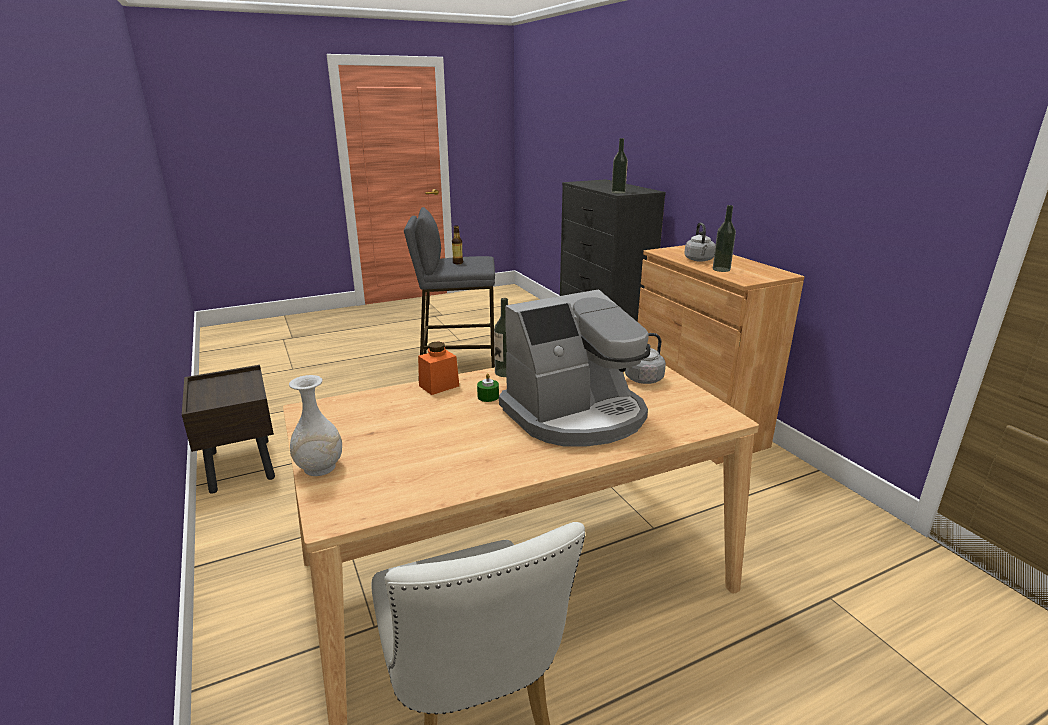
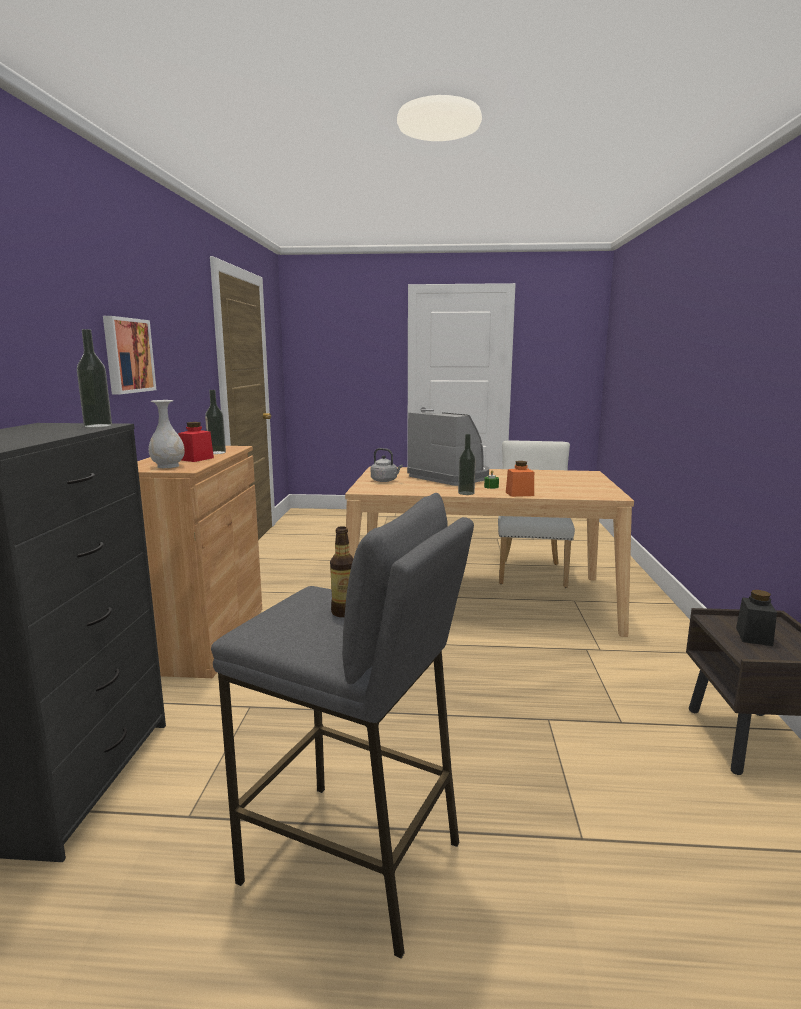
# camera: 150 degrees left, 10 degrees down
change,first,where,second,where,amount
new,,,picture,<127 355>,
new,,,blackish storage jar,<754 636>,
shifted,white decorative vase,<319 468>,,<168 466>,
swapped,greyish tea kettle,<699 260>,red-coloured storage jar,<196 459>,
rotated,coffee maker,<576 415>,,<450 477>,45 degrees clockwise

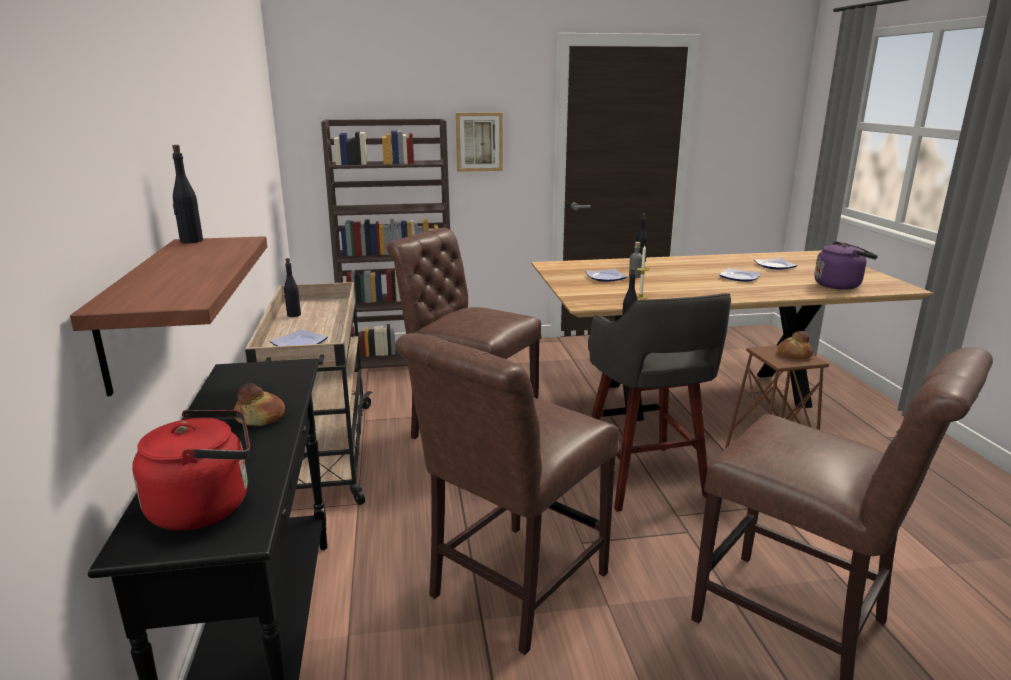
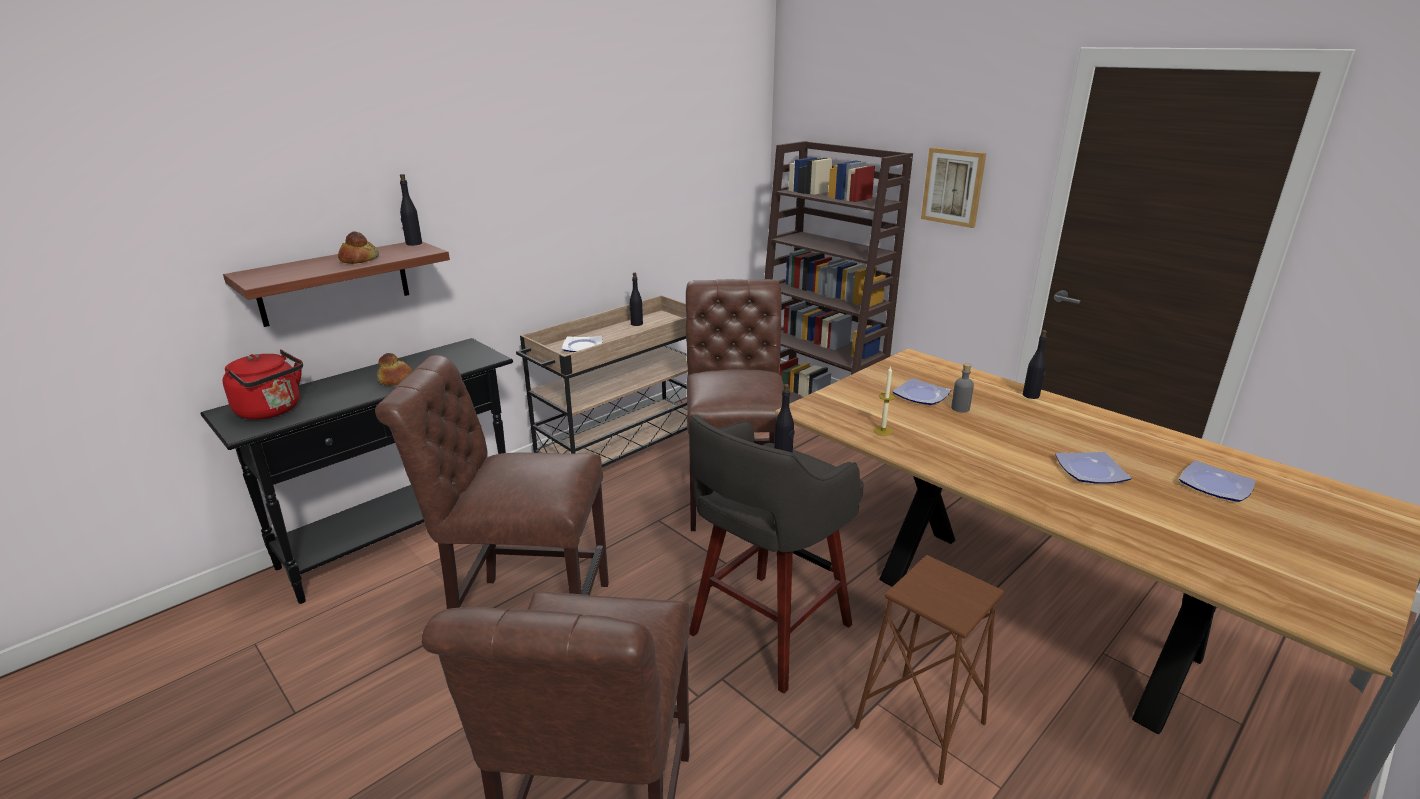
# camera: 55 degrees right, 5 degrees up
change,first,where,second,where,amount
gone,purplish tea kettle,<839 285>,,,
shifted,bread,<793 354>,,<358 259>,

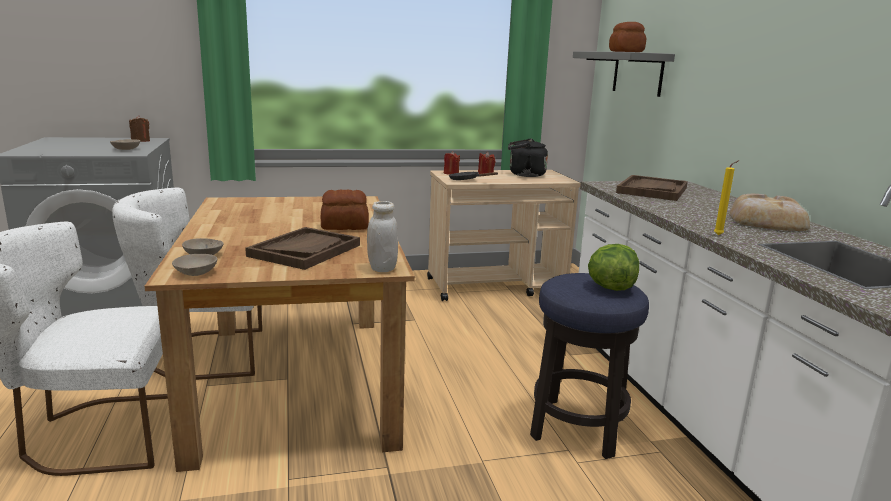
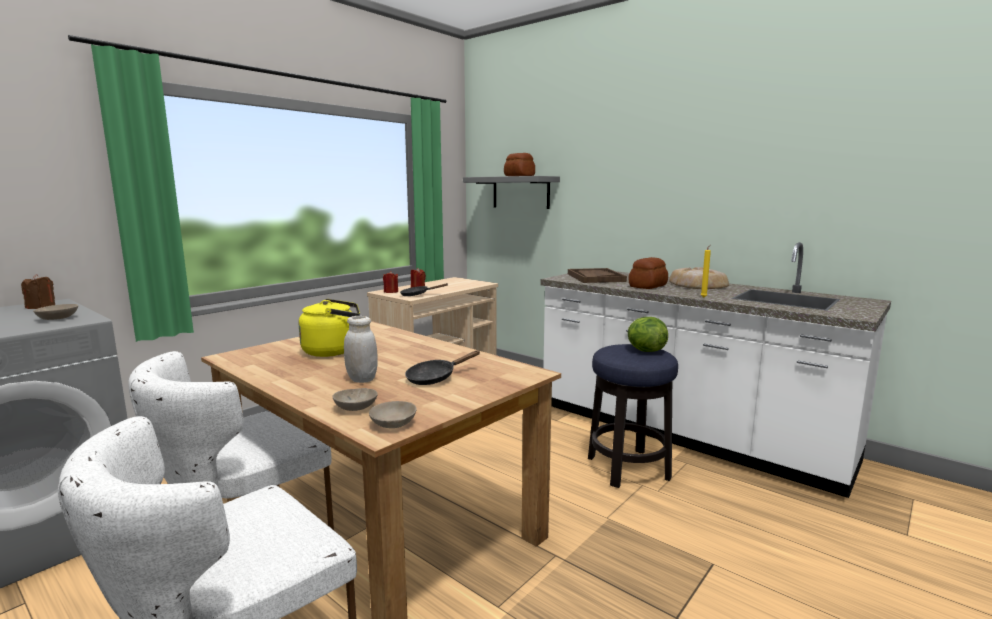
# camera: 35 degrees left, 5 degrees down
change,first,where,second,where,amount
gone,blackish tea kettle,<524 175>,,,
new,,,yellow tea kettle,<333 351>,
shifted,bread,<344 226>,,<647 286>,
shifted,white storage jar,<382 268>,,<362 379>,
swapped,brown-coloured serving tray,<305 250>,blackish pan,<435 378>,

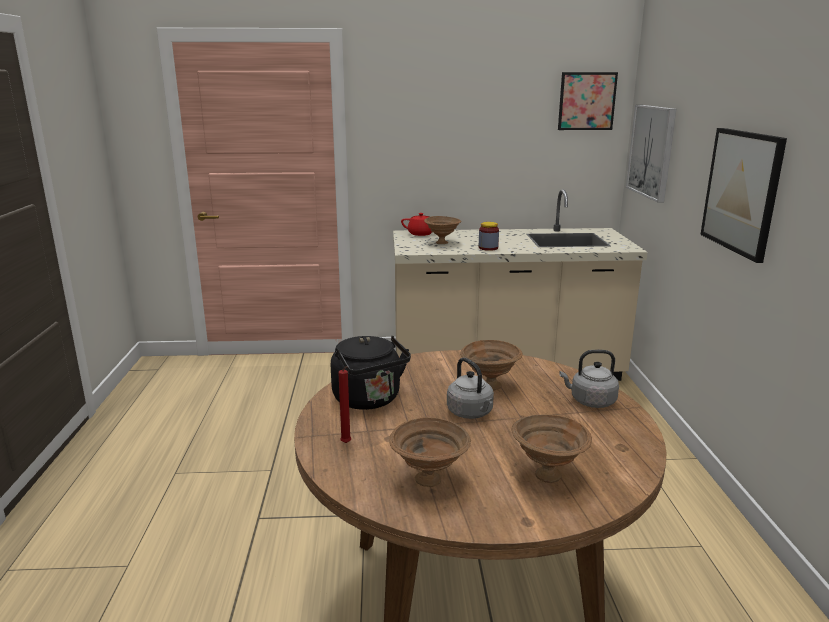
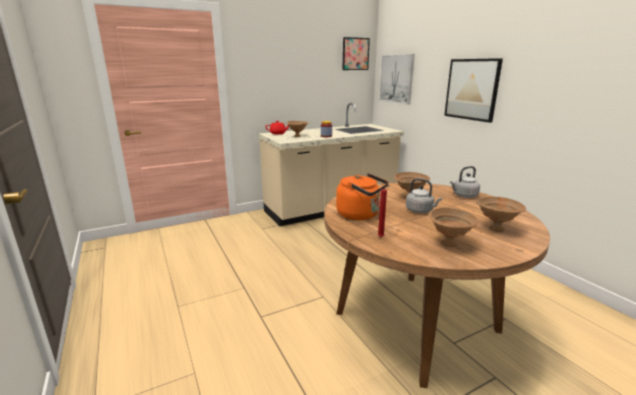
# camera: 25 degrees left, 0 degrees up
change,first,where,second,where,amount
repainted,blackish tea kettle,<369 400>,orange-coloured tea kettle,<360 215>,

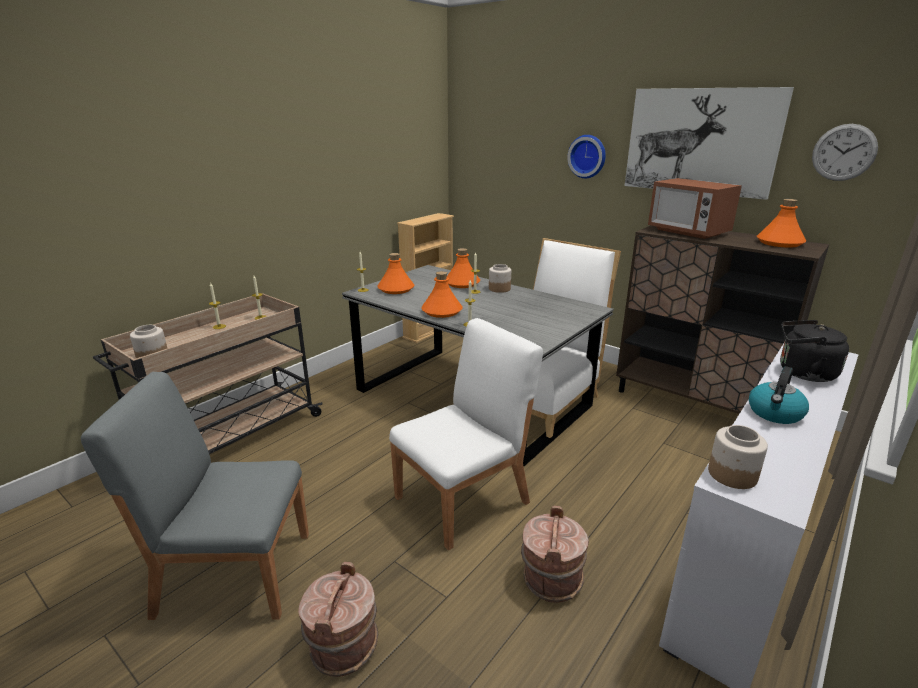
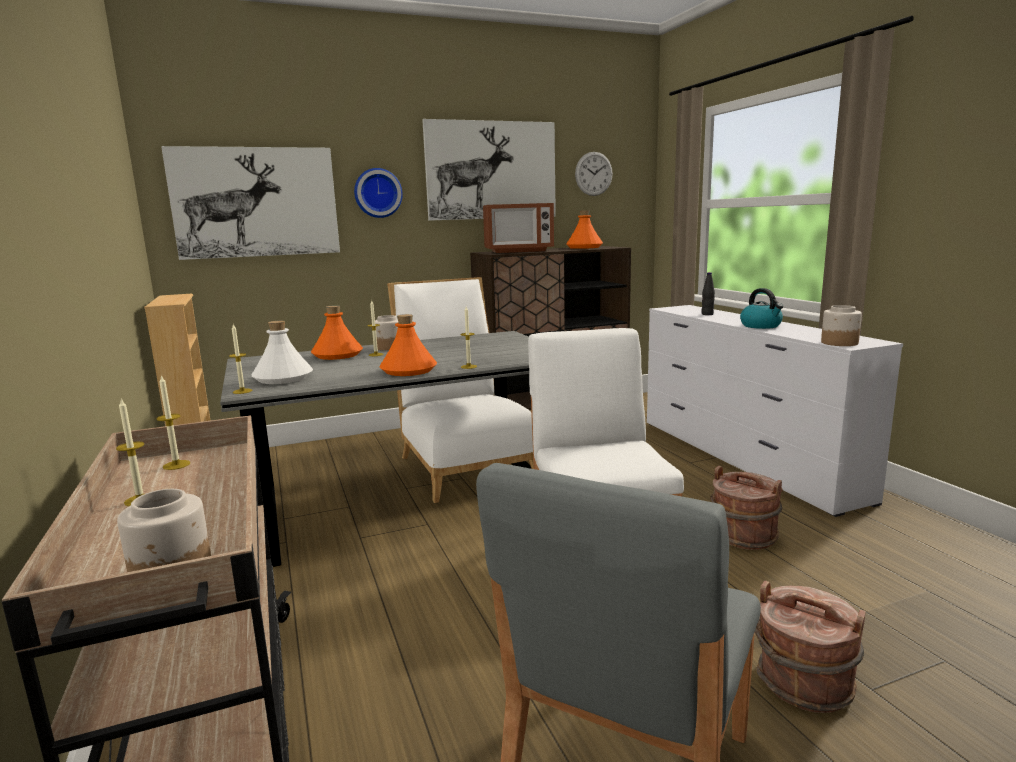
# camera: 60 degrees left, 10 degrees down
change,first,where,second,where,amount
new,,,picture,<256 202>,
swapped,blackish tea kettle,<802 373>,blackish beverage bottle,<707 314>,
repainted,orange-coloured beverage bottle,<395 289>,white beverage bottle,<282 378>,

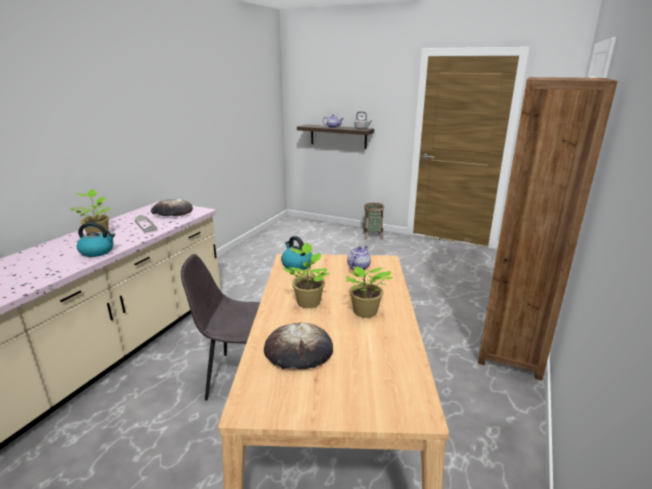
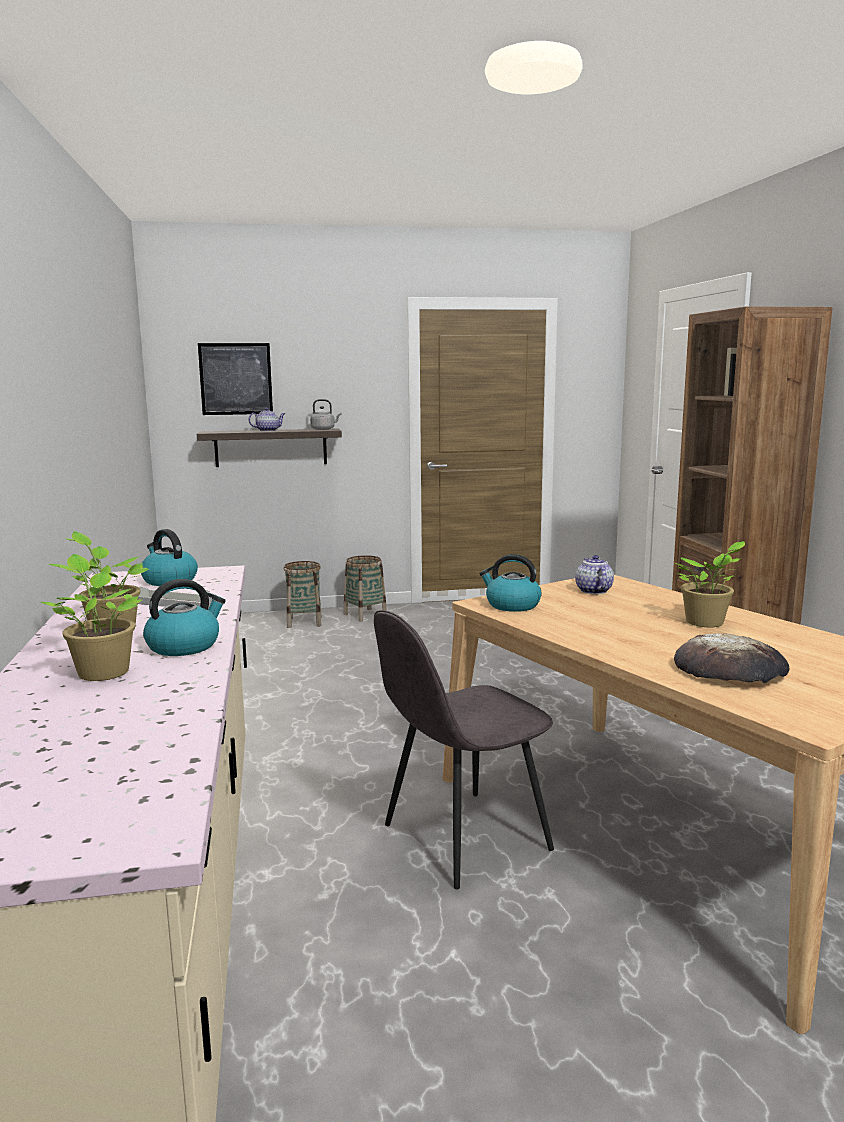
# camera: 35 degrees left, 10 degrees down
change,first,where,second,where,amount
new,,,picture,<236 379>,
new,,,household basket,<304 622>,
shifted,houseplant,<308 301>,,<101 672>,
swapped,bread,<172 212>,tea kettle,<169 580>,

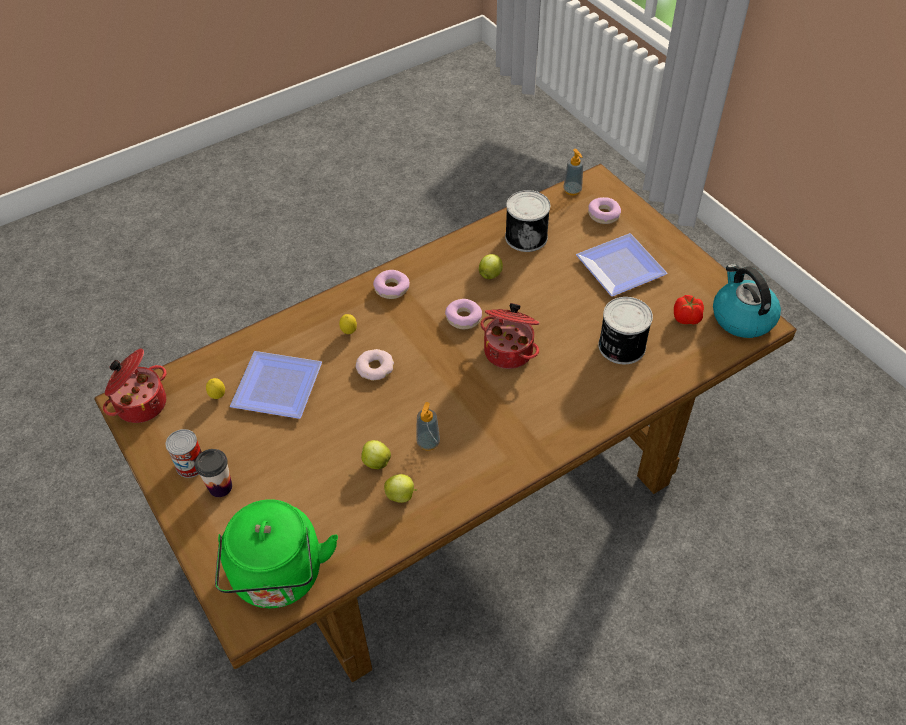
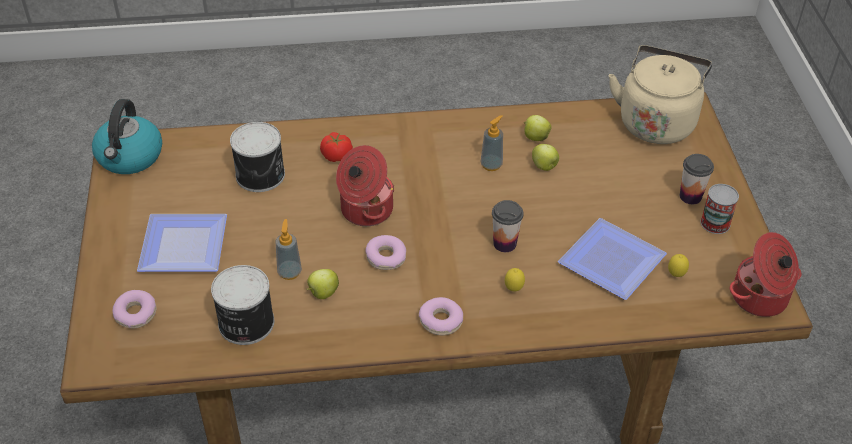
# camera: 155 degrees left, 5 degrees down
change,first,where,second,where,amount
shifted,soap bottle,<572 190>,,<289 272>,
shifted,fresh tomato,<687 318>,,<337 156>,
swapped,doughnut,<375 367>,small cup,<504 243>,
repainted,green-coloured tea kettle,<279 578>,beige tea kettle,<656 121>,

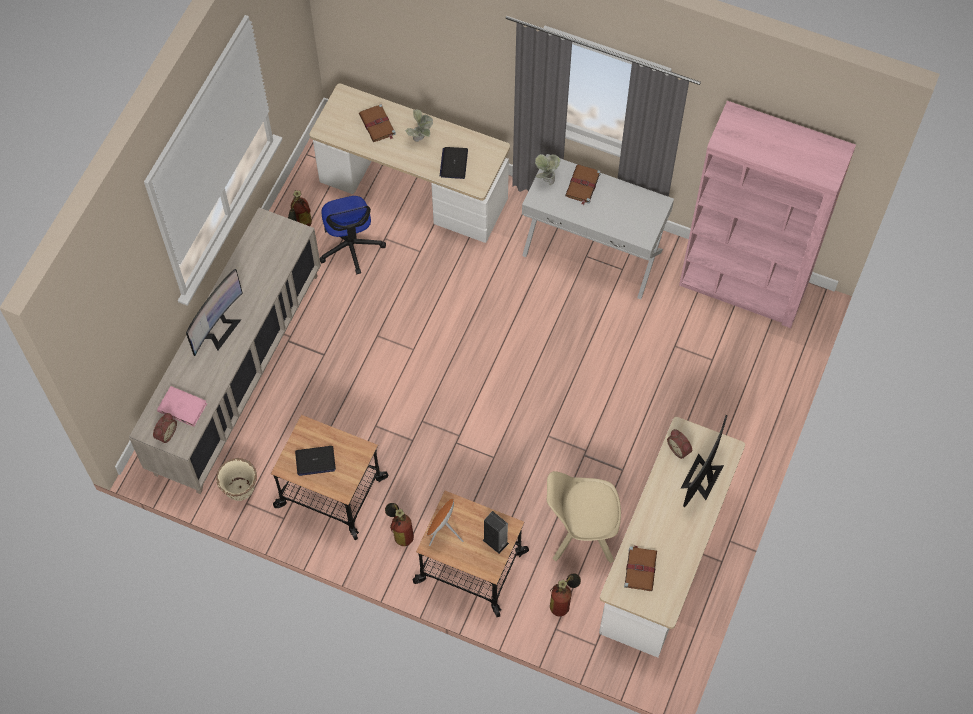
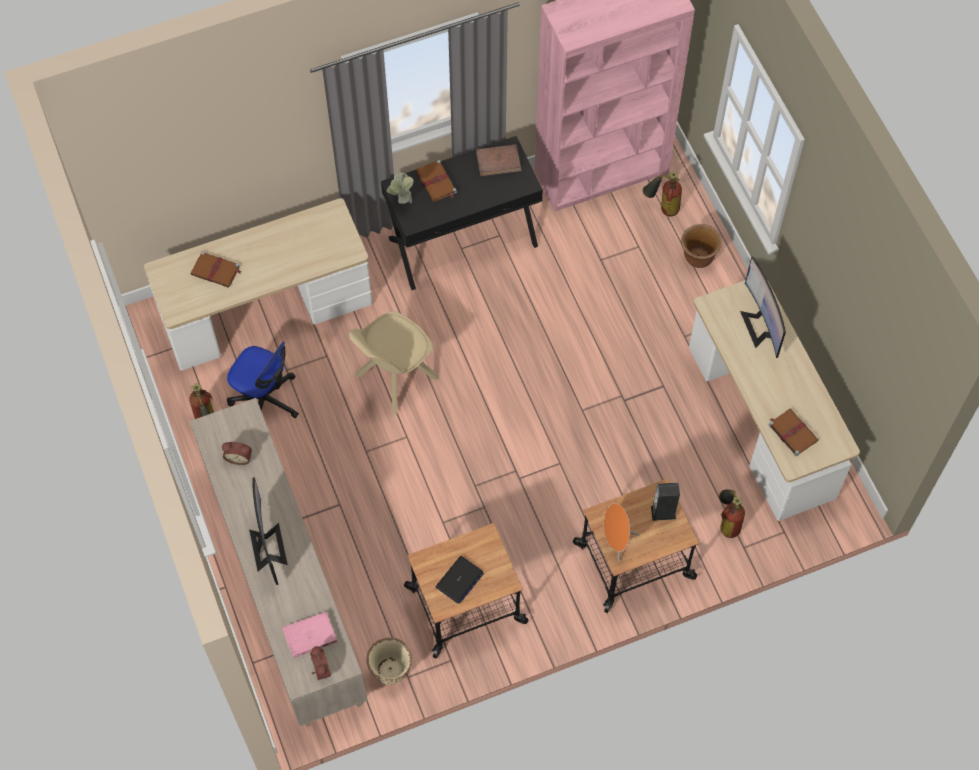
# camera: 45 degrees left, 0 degrees up
change,first,where,second,where,amount
gone,houseplant,<421 139>,,,
gone,portable computer,<454 163>,,,
new,,,brown-coloured volume,<498 161>,
new,,,brown-coloured planter,<698 258>,
shifted,fire-fighting cylinder,<400 531>,,<662 208>,
shifted,beige chair,<580 533>,,<394 377>,
shifted,table clock,<679 449>,,<239 457>,
repainted,white narrow table,<593 252>,blackish narrow table,<463 241>,

